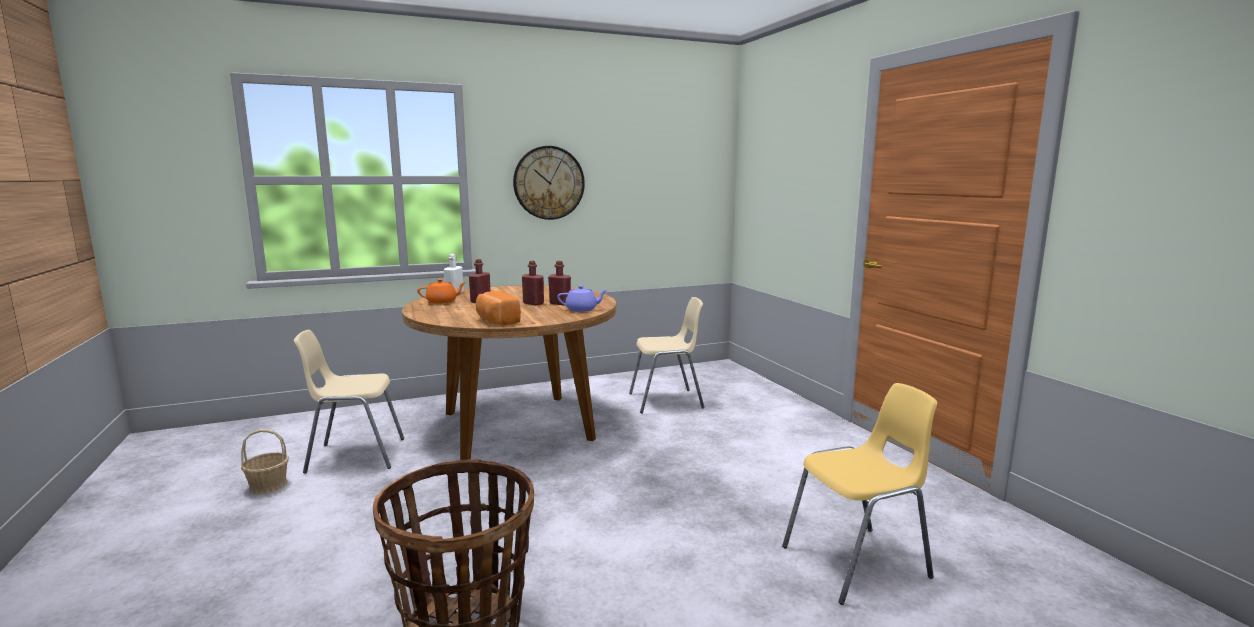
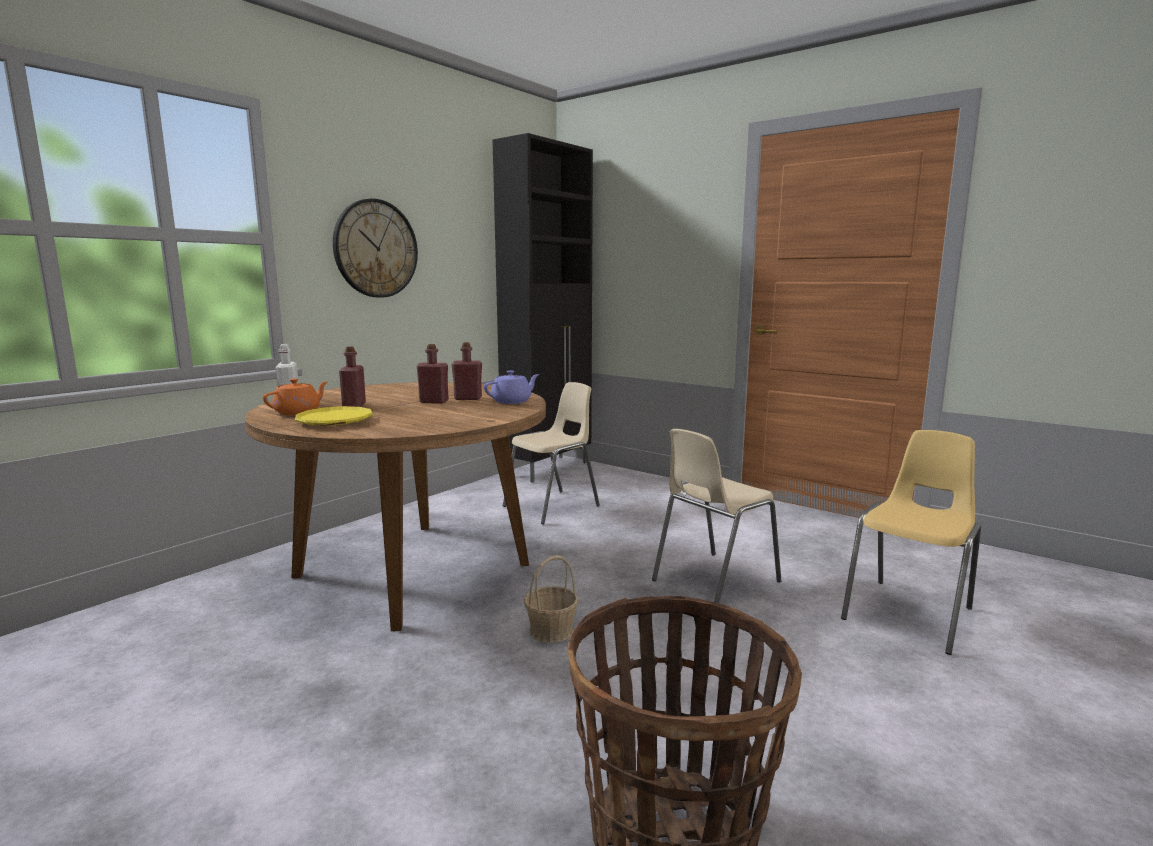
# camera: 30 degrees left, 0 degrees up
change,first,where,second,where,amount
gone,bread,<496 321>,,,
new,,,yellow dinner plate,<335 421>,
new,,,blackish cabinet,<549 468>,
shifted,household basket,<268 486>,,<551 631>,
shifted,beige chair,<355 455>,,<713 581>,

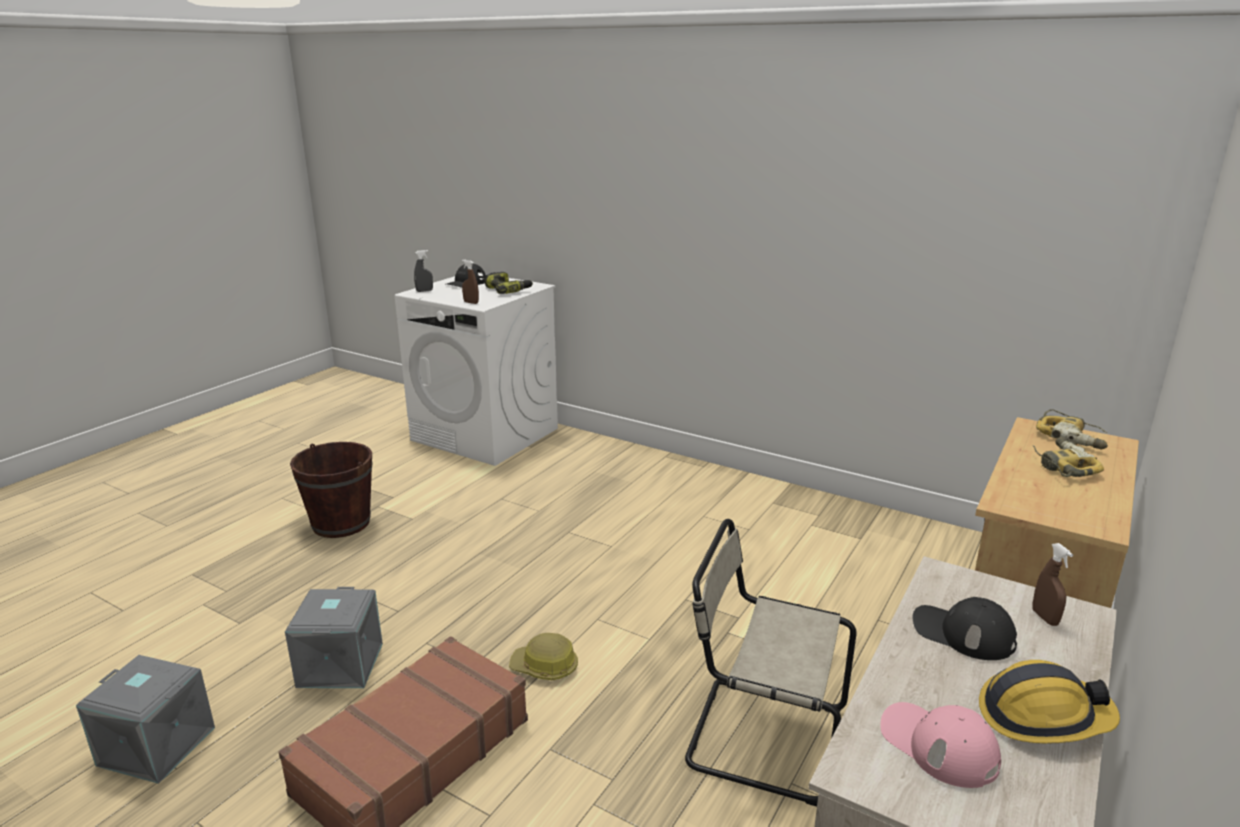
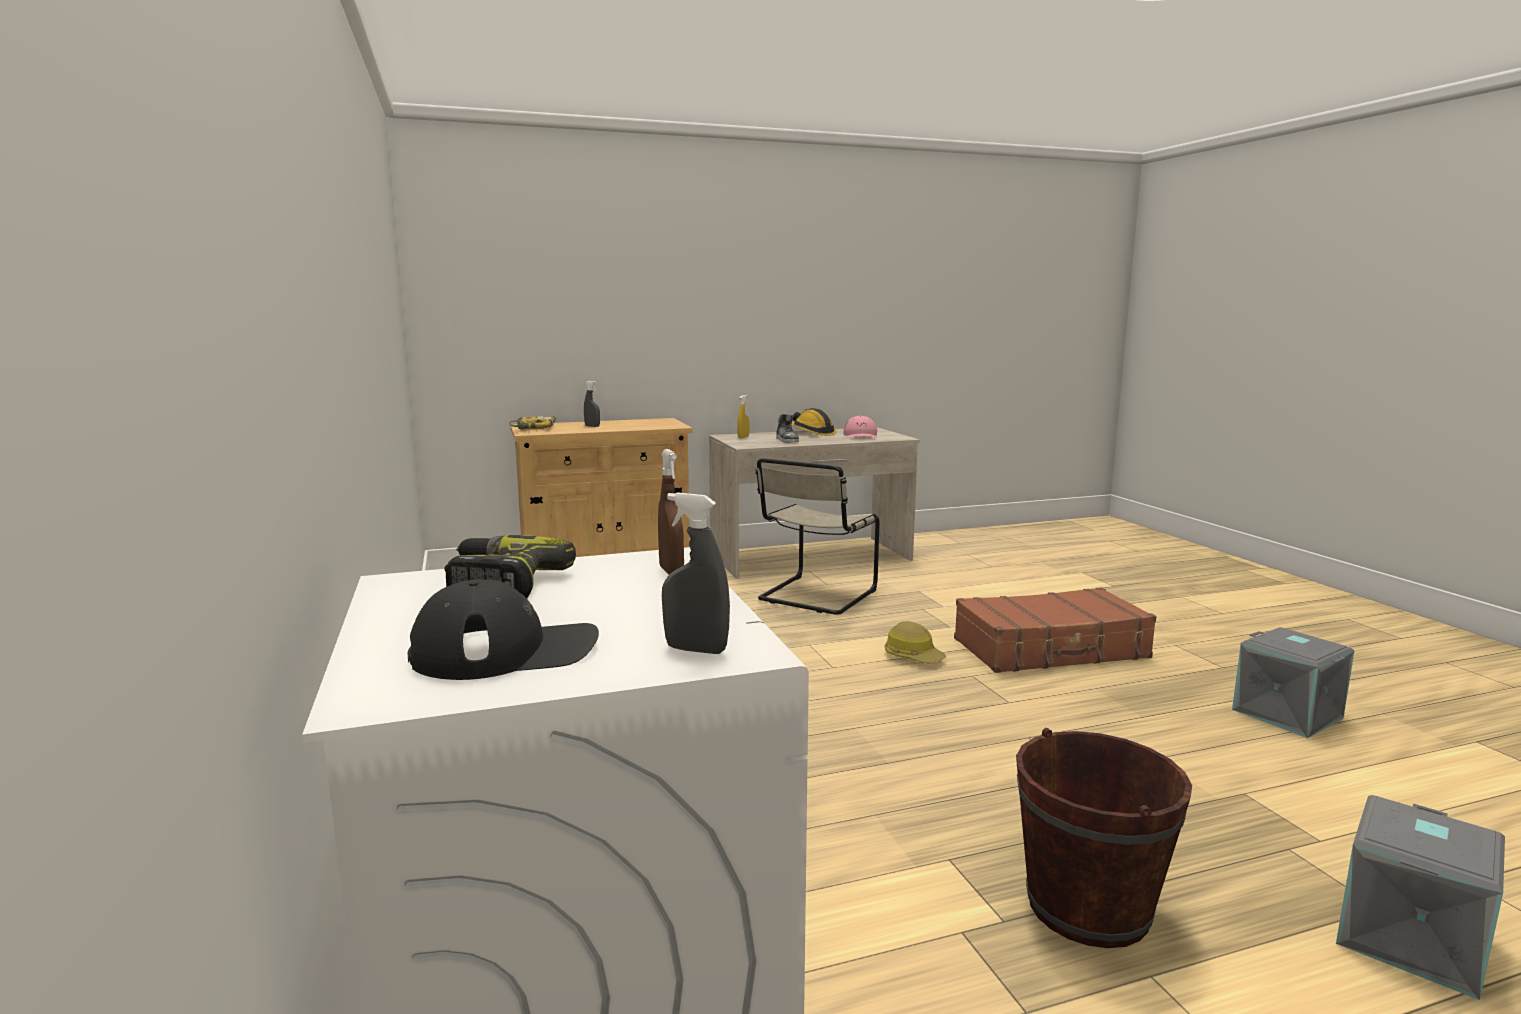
# camera: 140 degrees left, 10 degrees down
change,first,where,second,where,amount
shifted,greyish storage box,<339 664>,,<1413 940>,
swapped,blackish baseball cap,<962 633>,item of footwear,<787 440>,
swapped,electric drill,<1061 465>,greyish hand sprayer,<592 426>,
repainted,brown-coloured hand sprayer,<1045 618>,yellow hand sprayer,<743 437>,
rotated,beige chair,<760 737>,,<815 596>,60 degrees clockwise

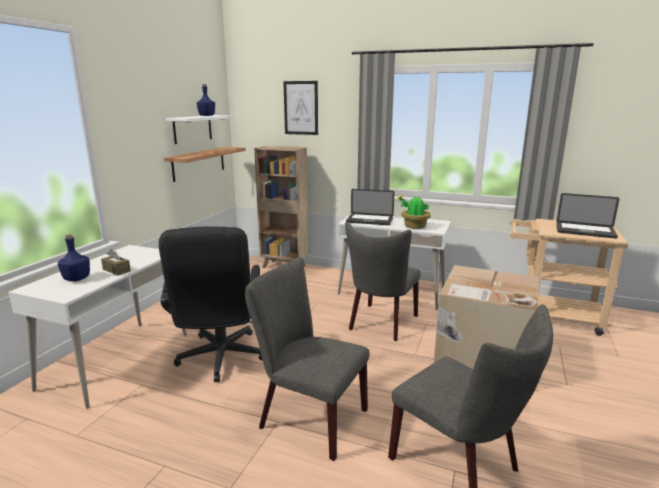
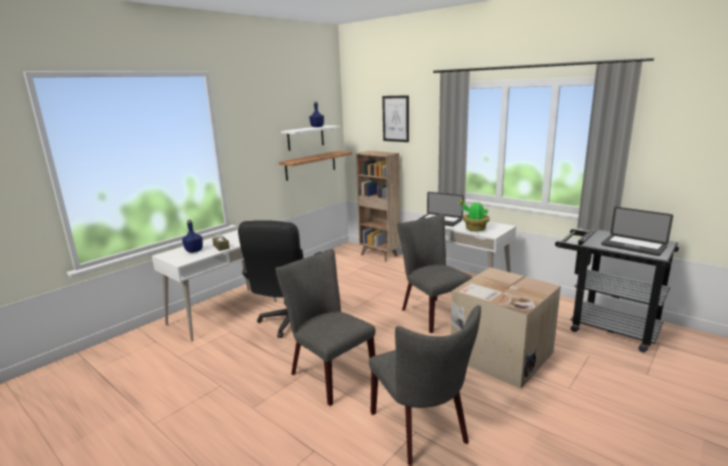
# camera: 20 degrees right, 0 degrees up
change,first,where,second,where,amount
repainted,beige wheeled cart,<551 315>,blackish wheeled cart,<605 327>,
rotated,greyish chair,<381 324>,,<431 313>,105 degrees clockwise

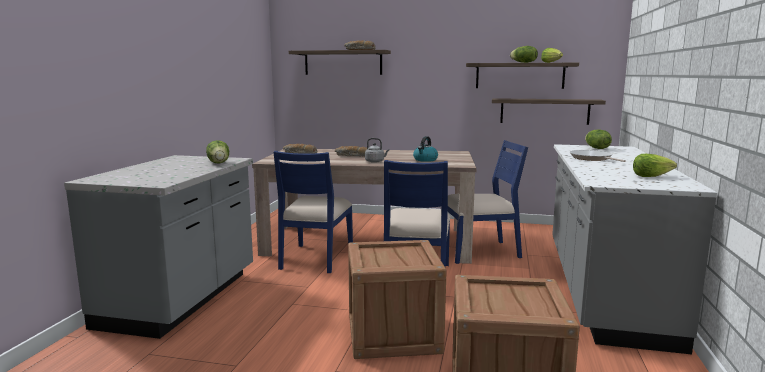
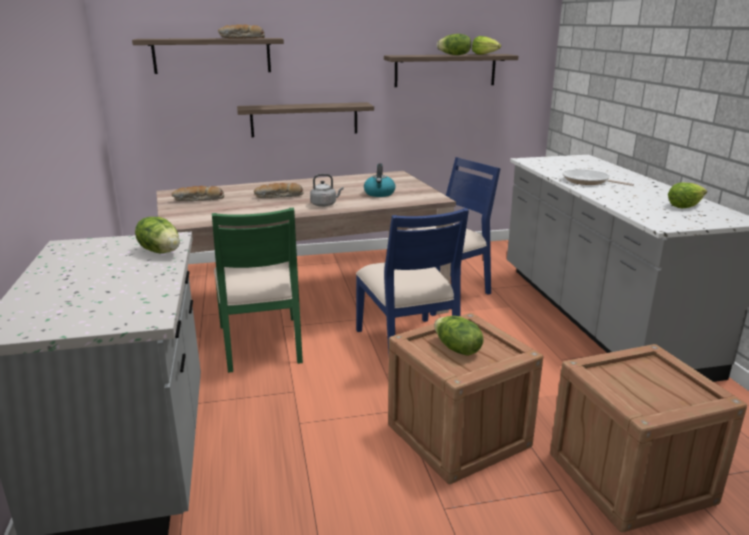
# camera: 25 degrees left, 10 degrees up
change,first,where,second,where,amount
shifted,bracket shelf,<544 111>,,<304 119>,
shifted,head of lettuce,<596 148>,,<456 349>,
repainted,blue-coloured chair,<315 258>,green-coloured chair,<261 343>,

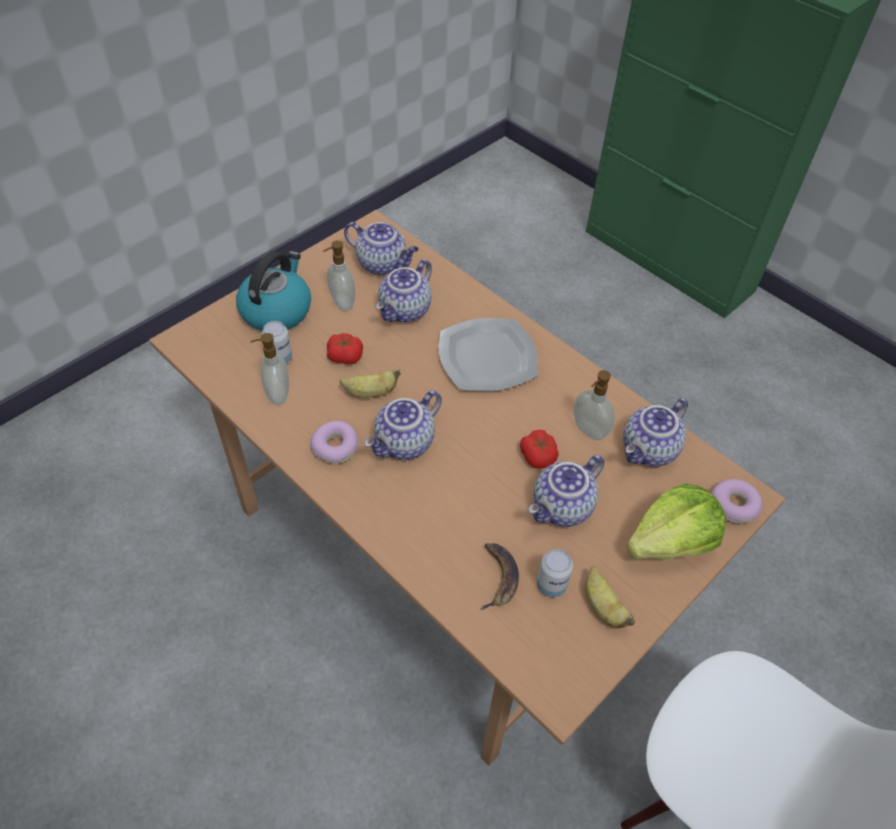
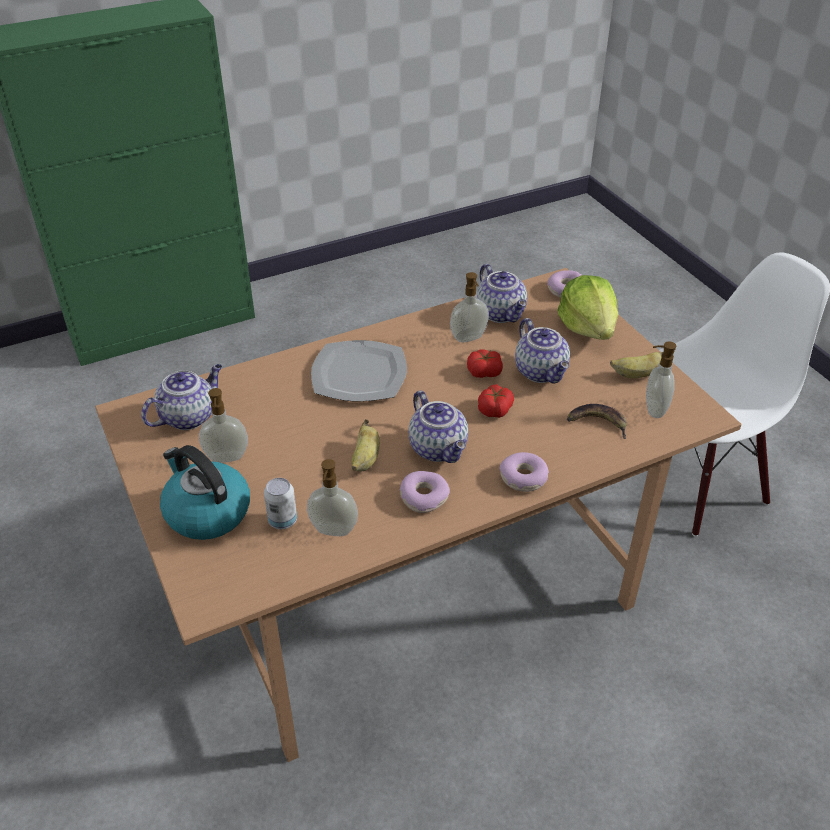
# camera: 70 degrees left, 10 degrees down
change,first,where,second,where,amount
gone,teapot,<405 311>,,,
gone,can,<551 585>,,,
new,,,doughnut,<523 478>,
new,,,soap bottle,<654 409>,
shifted,fresh tomato,<345 356>,,<494 409>,

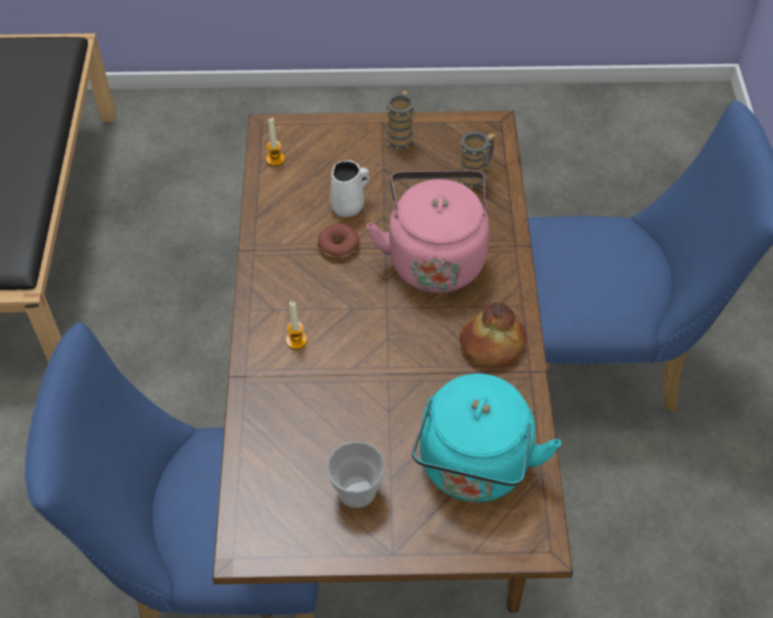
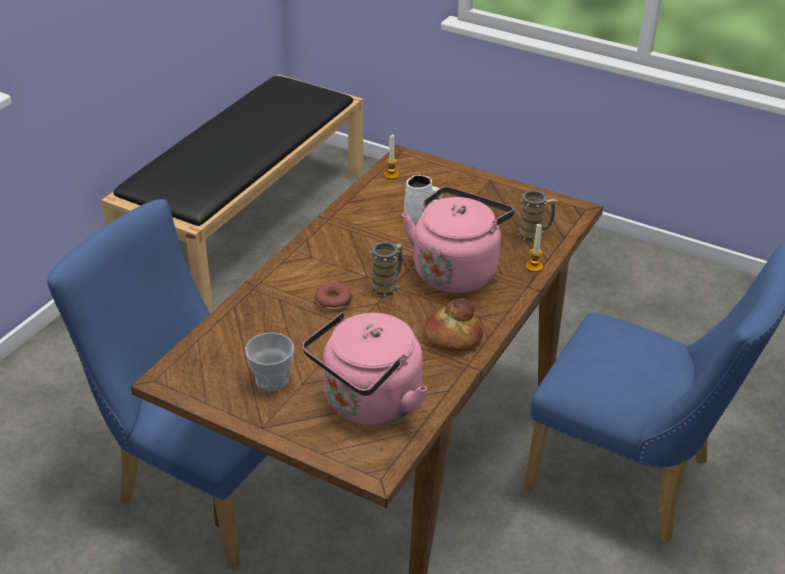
# camera: 30 degrees right, 15 degrees down
change,first,where,second,where,amount
shifted,wax light,<296 340>,,<534 266>,
shifted,doughnut,<338 245>,,<333 301>,
shifted,coffee mug,<401 136>,,<388 286>,
repainted,blue-green tea kettle,<474 469>,pink-coloured tea kettle,<368 404>,

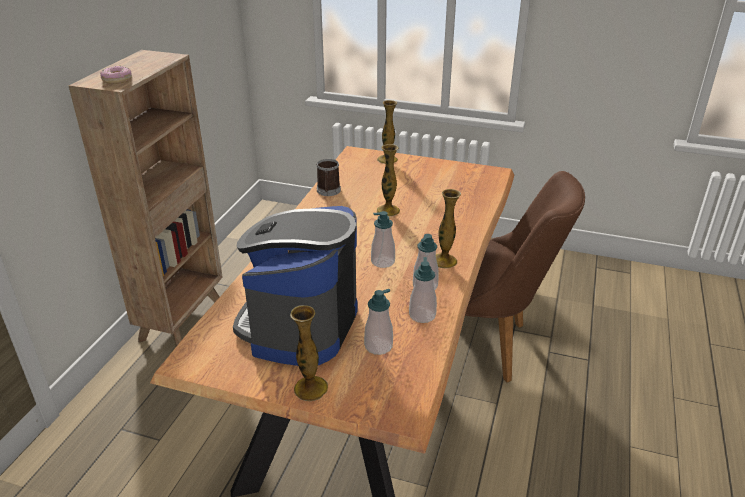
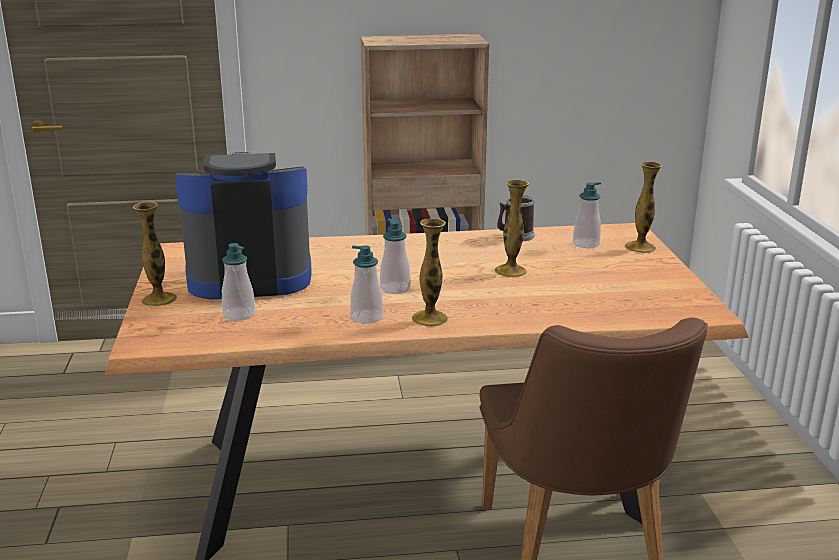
# camera: 65 degrees right, 10 degrees down
change,first,where,second,where,amount
gone,doughnut,<117 80>,,,
shifted,soap bottle,<422 315>,,<586 244>,

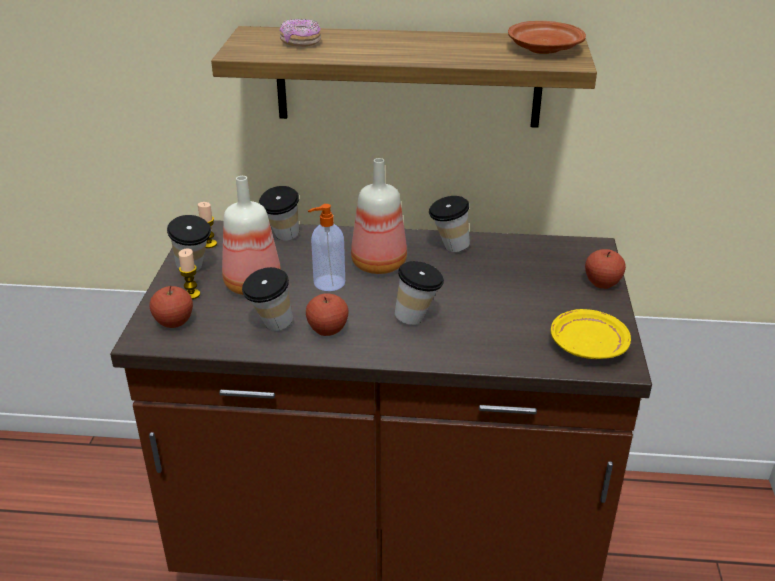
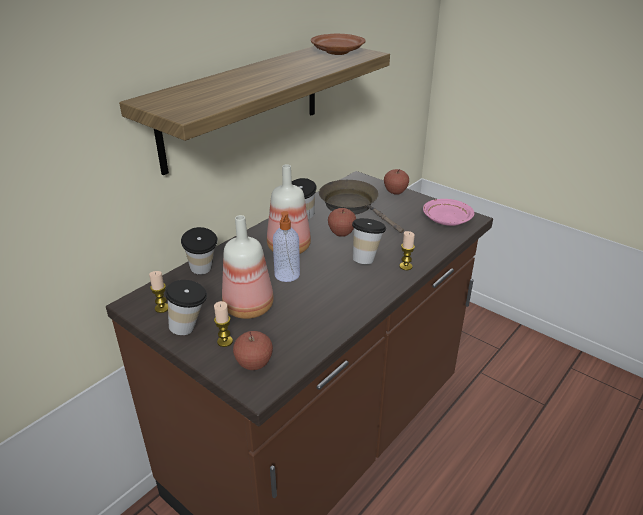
# camera: 55 degrees left, 0 degrees up
change,first,where,second,where,amount
gone,small cup,<270 327>,,,
gone,doughnut,<300 42>,,,
new,,,brown-coloured pan,<352 206>,
new,,,wax light,<405 266>,
shifted,whole apple,<327 330>,,<341 233>,
repainted,yellow dinner plate,<587 345>,pink-coloured dinner plate,<446 219>,

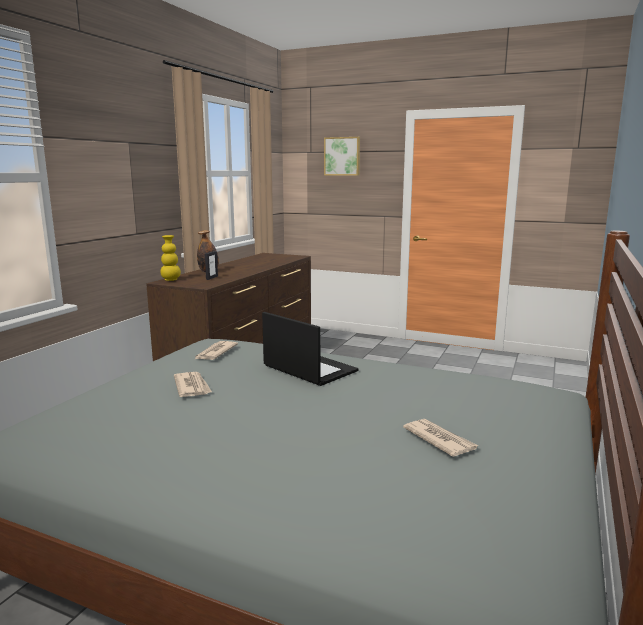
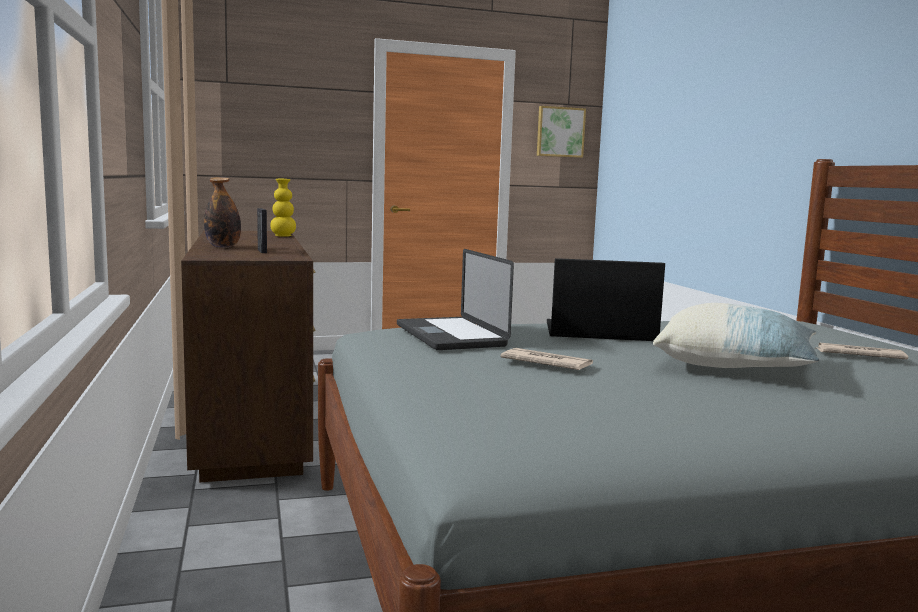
# camera: 40 degrees left, 5 degrees down
change,first,where,second,where,amount
new,,,pillow,<734 365>,
shifted,yellow decorative vase,<171 280>,,<283 236>,
shifted,picture,<342 156>,,<560 132>,
swapped,daily paper,<215 353>,portable computer,<450 335>,

